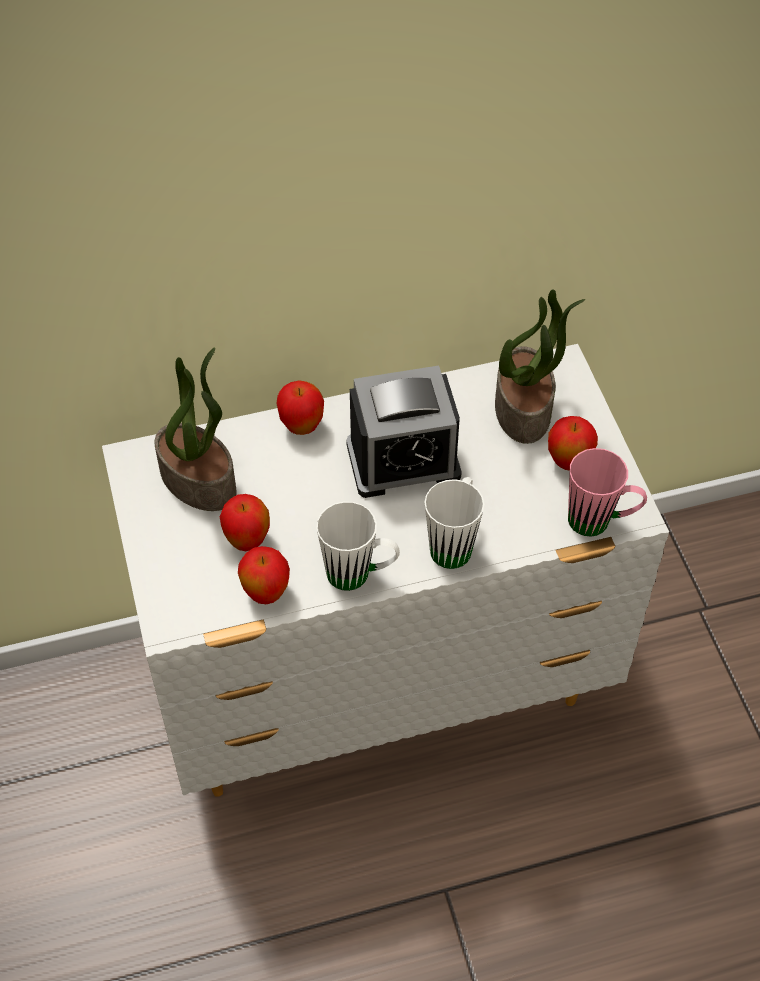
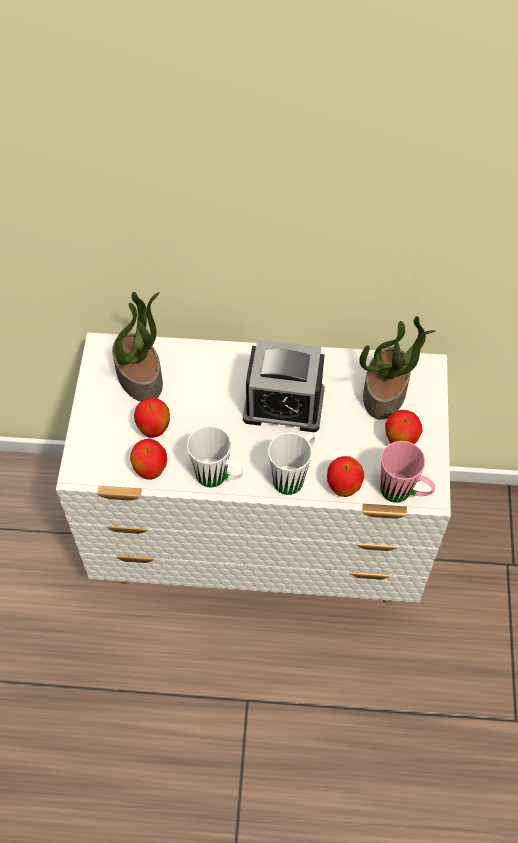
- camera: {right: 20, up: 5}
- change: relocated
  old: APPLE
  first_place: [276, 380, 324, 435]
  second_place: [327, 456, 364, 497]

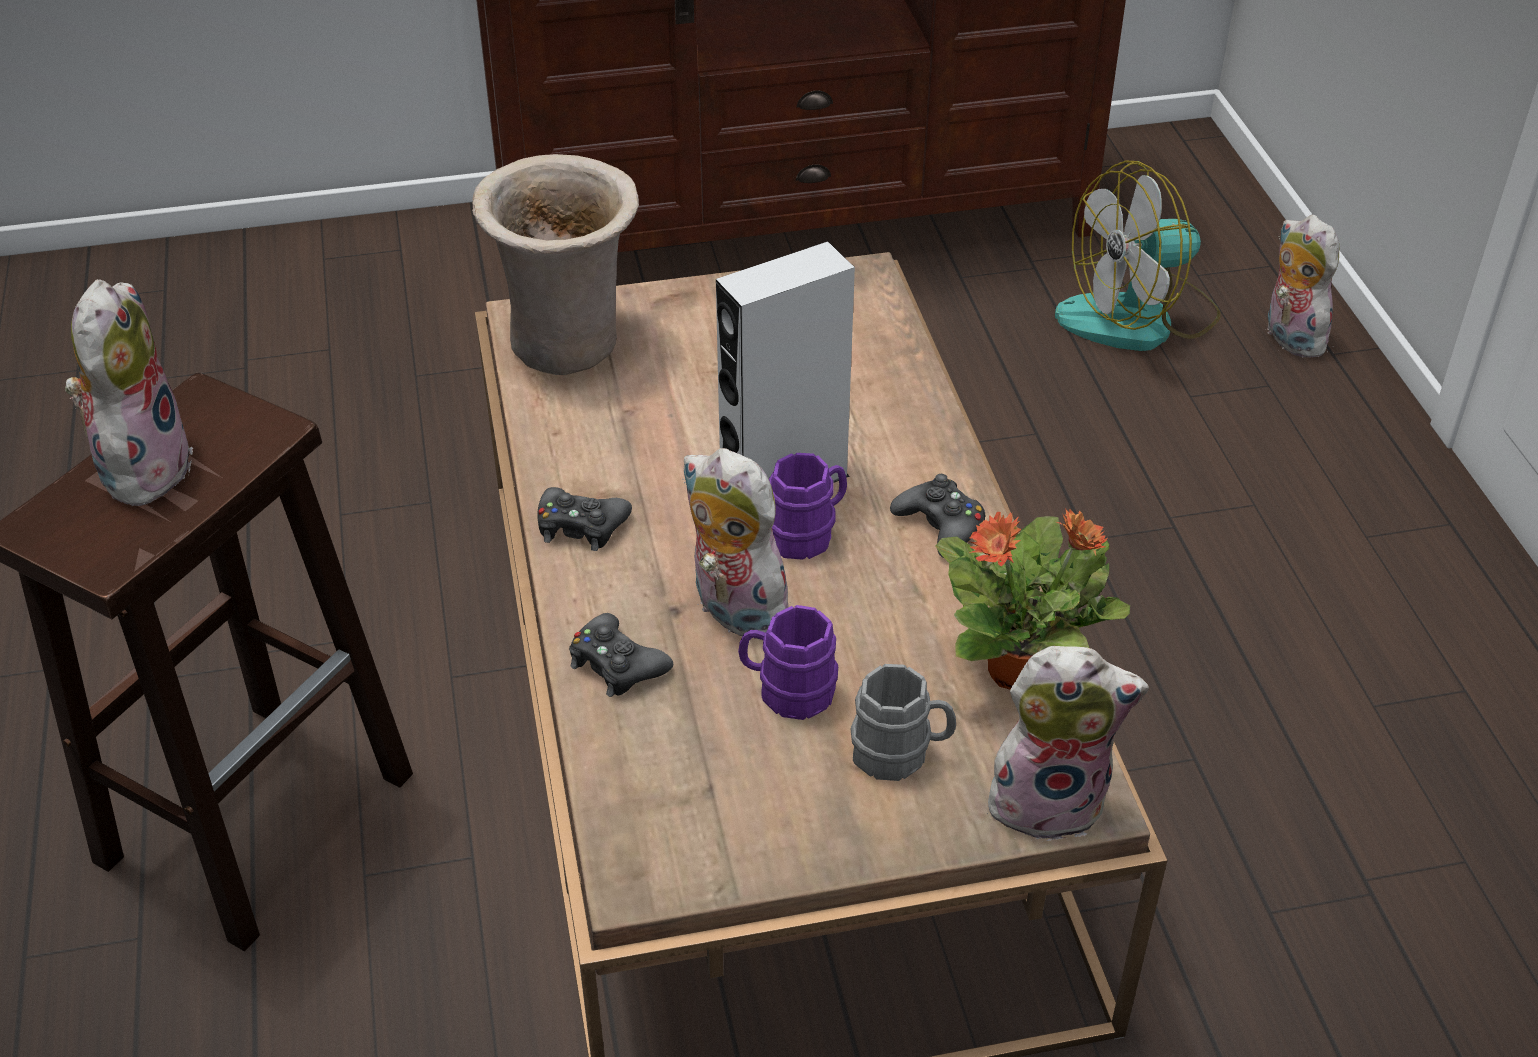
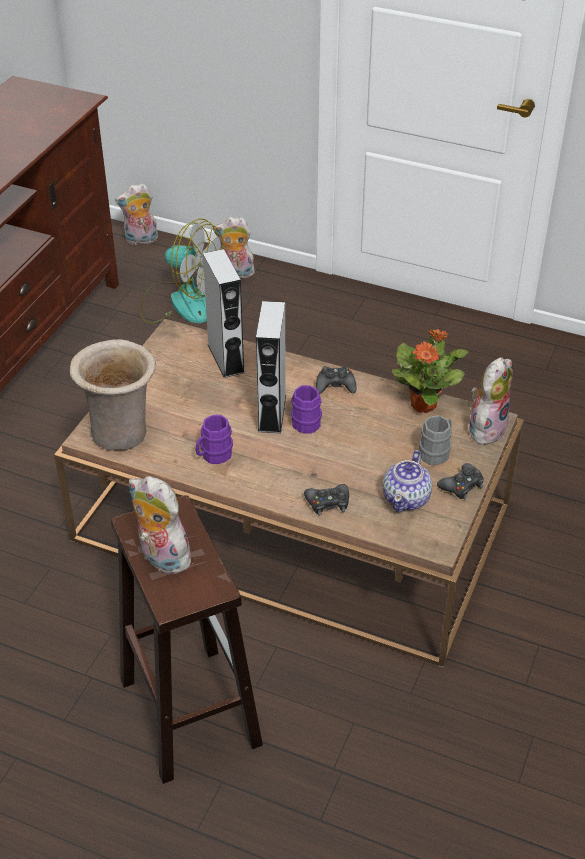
- camera: {right: -55, up: 0}
- change: appeared
  new: GREY SPEAKER
  second_place: [203, 249, 245, 378]
- change: appeared
  new: TEAPOT
  second_place: [383, 450, 432, 512]
- change: relocated
  old: BLACK GAME CONTROLLER
  first_place: [537, 487, 632, 551]
  second_place: [437, 463, 484, 500]
- change: relocated
  old: PLUSH TOY
  first_place: [682, 448, 789, 639]
  second_place: [115, 183, 158, 245]
- change: relocated
  old: PURPLE MUG
  first_place: [738, 605, 838, 720]
  second_place: [196, 415, 233, 464]
- change: spun
  old: FAN
  first_place: [1055, 160, 1221, 351]
  second_place: [139, 218, 225, 324]
  degrees: -75

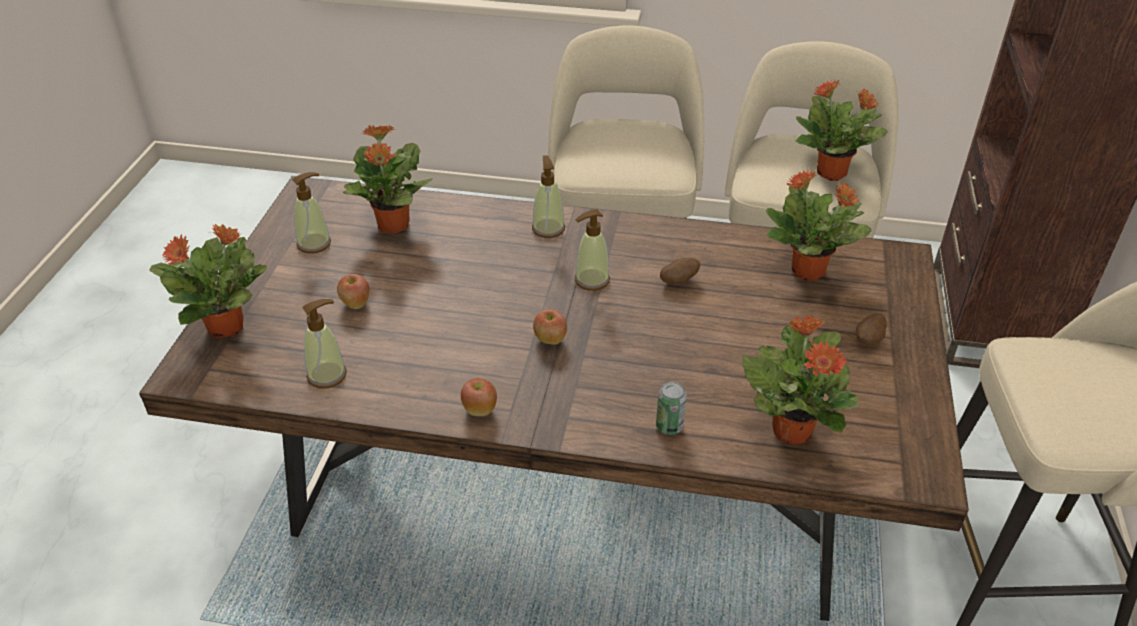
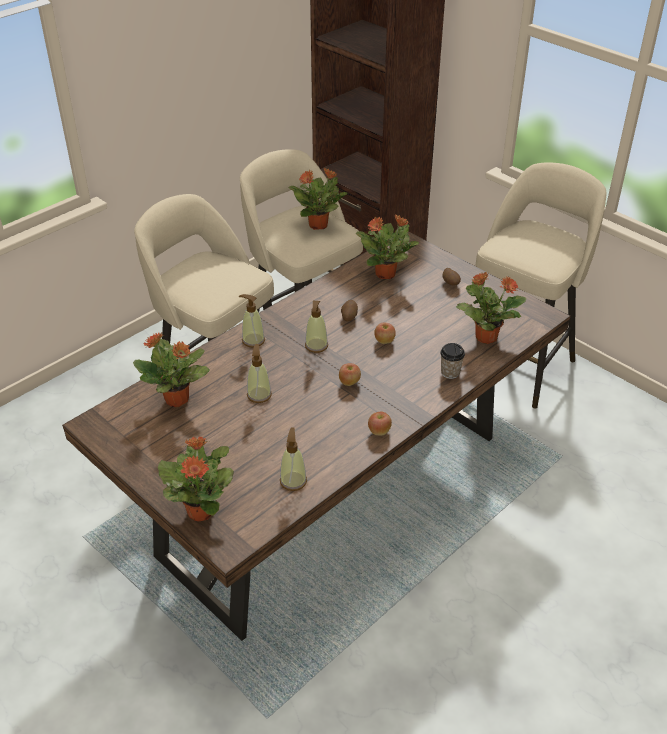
- camera: {right: -55, up: 0}
- change: relocated
  old: SOAP DISPENSER
  first_place: [292, 172, 331, 254]
  second_place: [247, 344, 272, 403]
- change: relocated
  old: APPLE
  first_place: [337, 274, 370, 309]
  second_place: [374, 322, 396, 344]
- change: exchanged
  old: CAN
  new: CUP
  first_place: [656, 382, 687, 435]
  second_place: [440, 343, 465, 379]

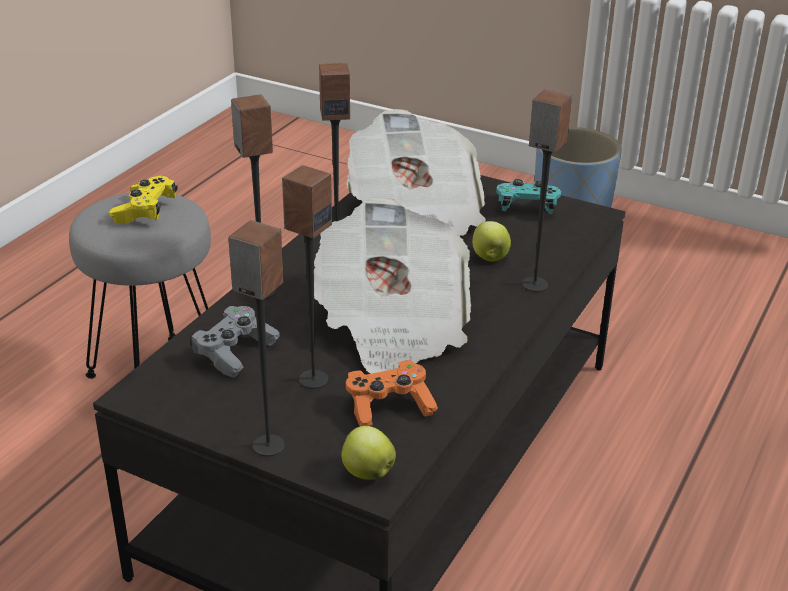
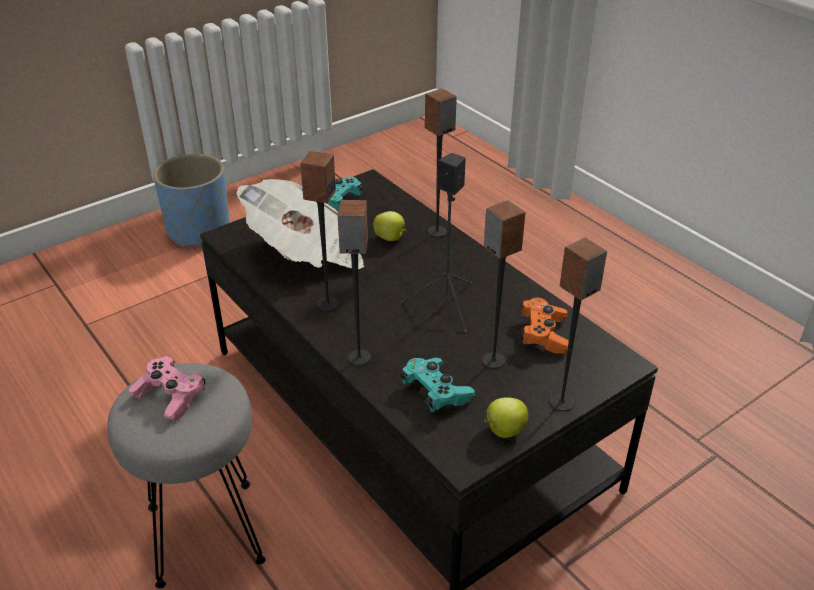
- camera: {right: -65, up: 5}
- change: relocated
  old: APPLE
  first_place: [341, 426, 396, 480]
  second_place: [484, 397, 529, 438]
- change: exchanged
  old: NEWSPAPER
  new: BLACK SPEAKER
  first_place: [314, 198, 471, 374]
  second_place: [401, 153, 472, 333]
- change: colour
  old: YELLOW GAME CONTROLLER
  new: PINK GAME CONTROLLER
  first_place: [109, 176, 177, 224]
  second_place: [129, 356, 205, 422]
- change: colour
  old: GREY GAME CONTROLLER
  new: TURQUOISE GAME CONTROLLER
  first_place: [190, 306, 280, 378]
  second_place: [400, 358, 475, 412]

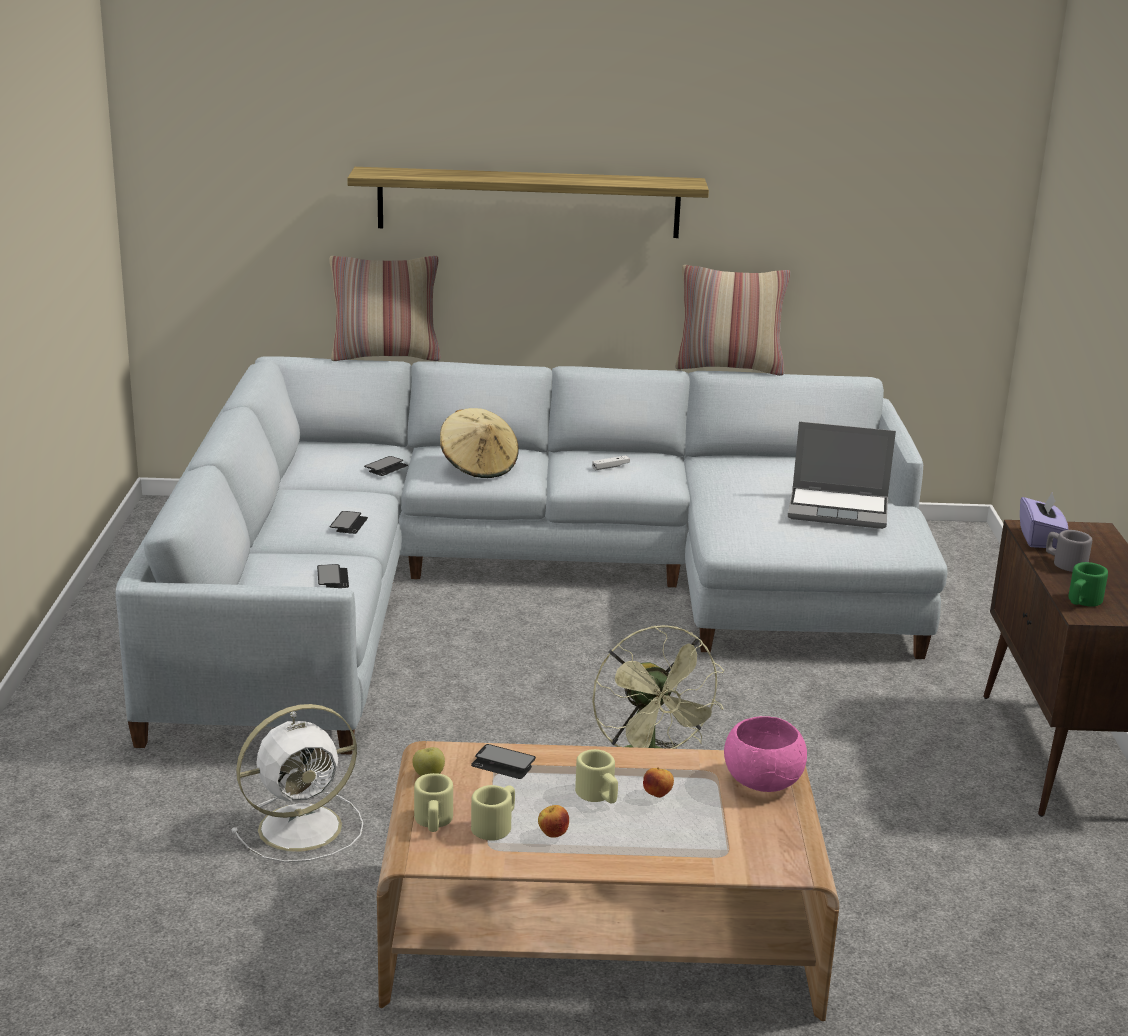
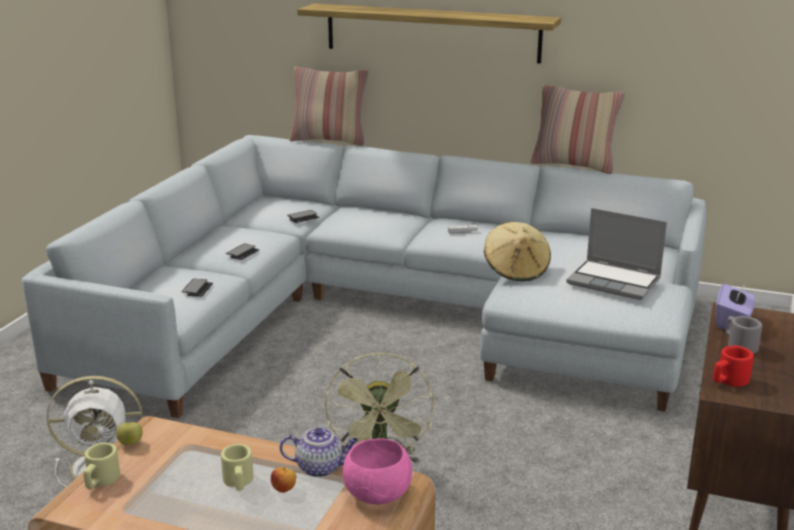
- camera: {right: 20, up: 0}
- change: missing
  old: PHONE
  first_place: [471, 744, 536, 779]
- change: missing
  old: BEIGE MUG
  first_place: [471, 785, 515, 841]
- change: missing
  old: APPLE
  first_place: [538, 805, 569, 838]
- change: appeared
  new: TEAPOT
  second_place: [280, 427, 358, 477]
- change: relocated
  old: BEIGE HAT
  first_place: [440, 408, 519, 478]
  second_place: [484, 222, 551, 281]
- change: colour
  old: GREEN MUG
  new: RED MUG
  first_place: [1068, 562, 1108, 607]
  second_place: [713, 346, 754, 387]

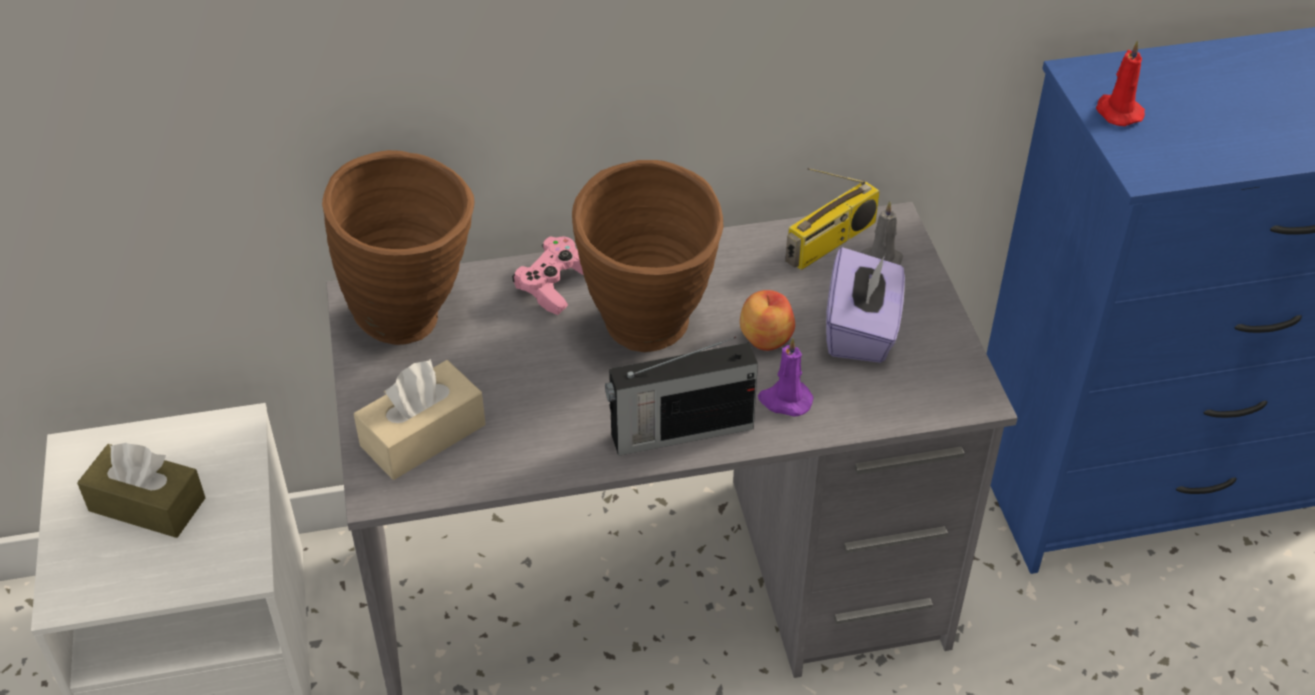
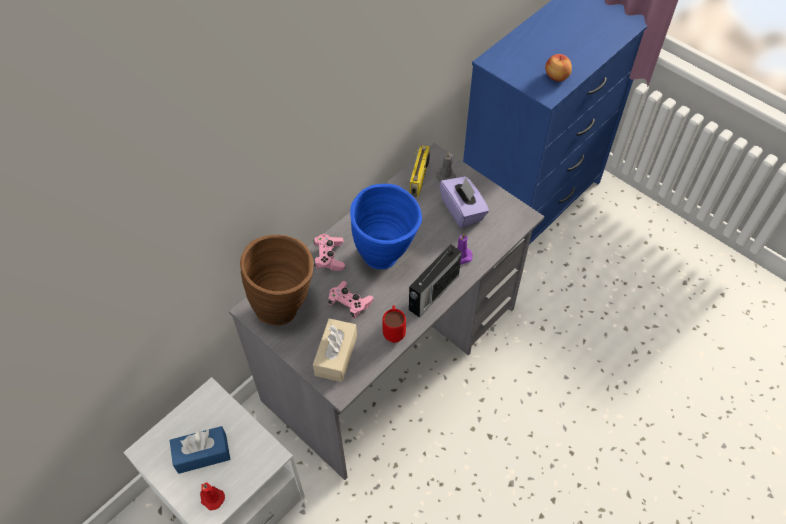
- camera: {right: -35, up: 10}
- change: appeared
  new: PINK GAME CONTROLLER
  second_place: [328, 281, 374, 319]
- change: appeared
  new: RED MUG
  second_place: [382, 305, 406, 343]
- change: relocated
  old: APPLE
  first_place: [740, 290, 795, 351]
  second_place: [545, 54, 572, 82]
- change: relocated
  old: RED CANDLE
  first_place: [1096, 40, 1145, 126]
  second_place: [200, 482, 225, 510]
- change: colour
  old: BROWN TISSUE BOX
  new: BLUE TISSUE BOX
  first_place: [77, 443, 205, 538]
  second_place: [170, 426, 230, 474]
- change: colour
  old: BROWN VASE
  new: BLUE VASE
  first_place: [572, 160, 723, 352]
  second_place: [350, 184, 422, 269]

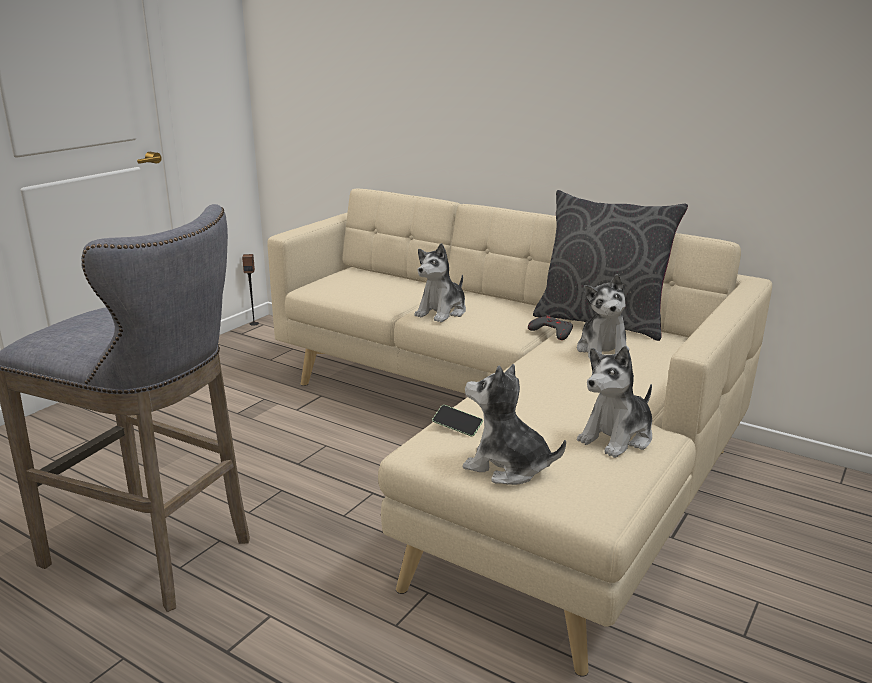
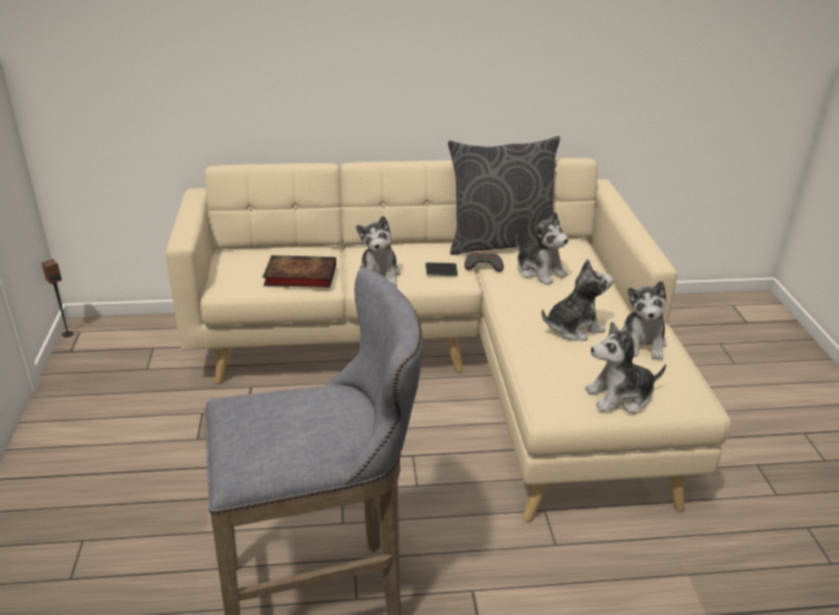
- camera: {right: -40, up: 10}
- change: appeared
  new: BOOK
  second_place: [263, 255, 336, 288]
- change: appeared
  new: PLUSH TOY
  second_place: [541, 259, 613, 341]
- change: relocated
  old: PHONE
  first_place: [432, 405, 483, 437]
  second_place: [425, 262, 458, 276]

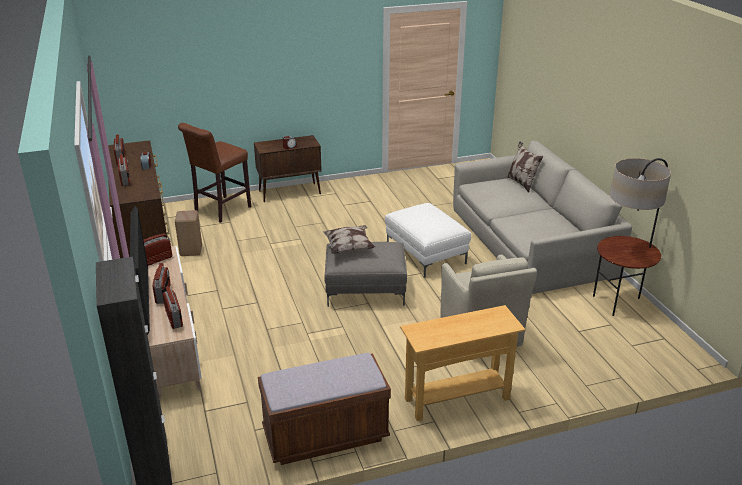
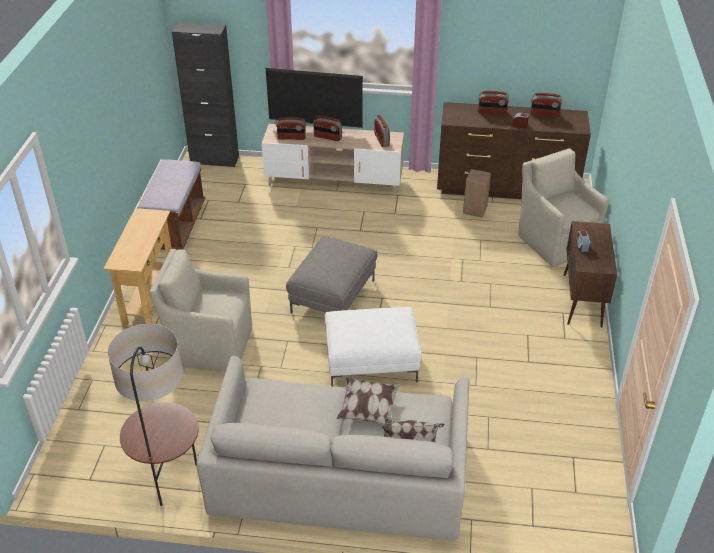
- camera: {right: 115, up: 10}
- change: relocated
  old: PILLOW
  first_place: [322, 225, 376, 254]
  second_place: [337, 377, 400, 424]
- change: exchanged
  old: BROWN STOOL
  new: BEIGE ARMCHAIR
  first_place: [178, 123, 251, 223]
  second_place: [518, 148, 609, 267]

